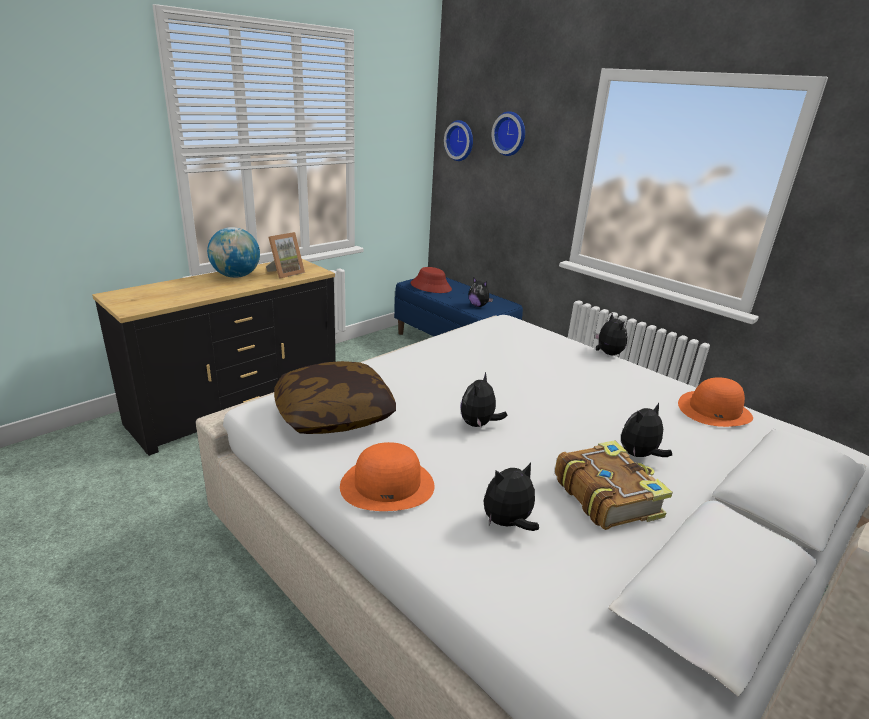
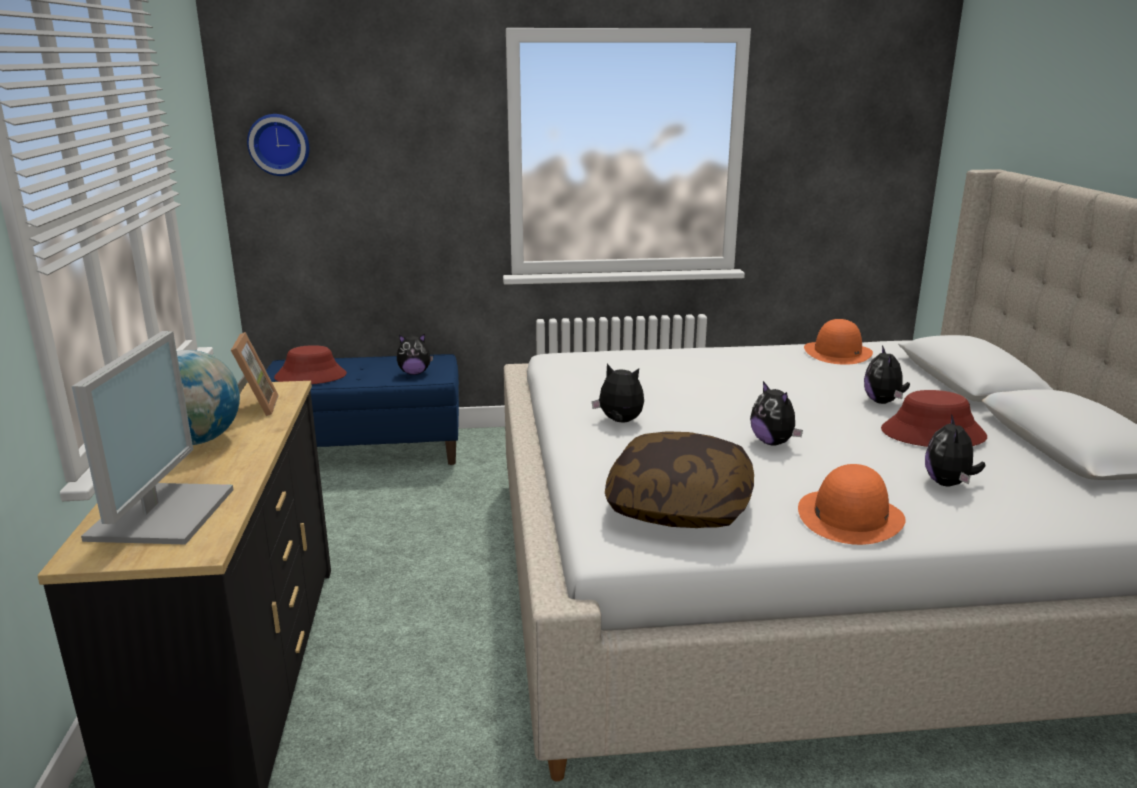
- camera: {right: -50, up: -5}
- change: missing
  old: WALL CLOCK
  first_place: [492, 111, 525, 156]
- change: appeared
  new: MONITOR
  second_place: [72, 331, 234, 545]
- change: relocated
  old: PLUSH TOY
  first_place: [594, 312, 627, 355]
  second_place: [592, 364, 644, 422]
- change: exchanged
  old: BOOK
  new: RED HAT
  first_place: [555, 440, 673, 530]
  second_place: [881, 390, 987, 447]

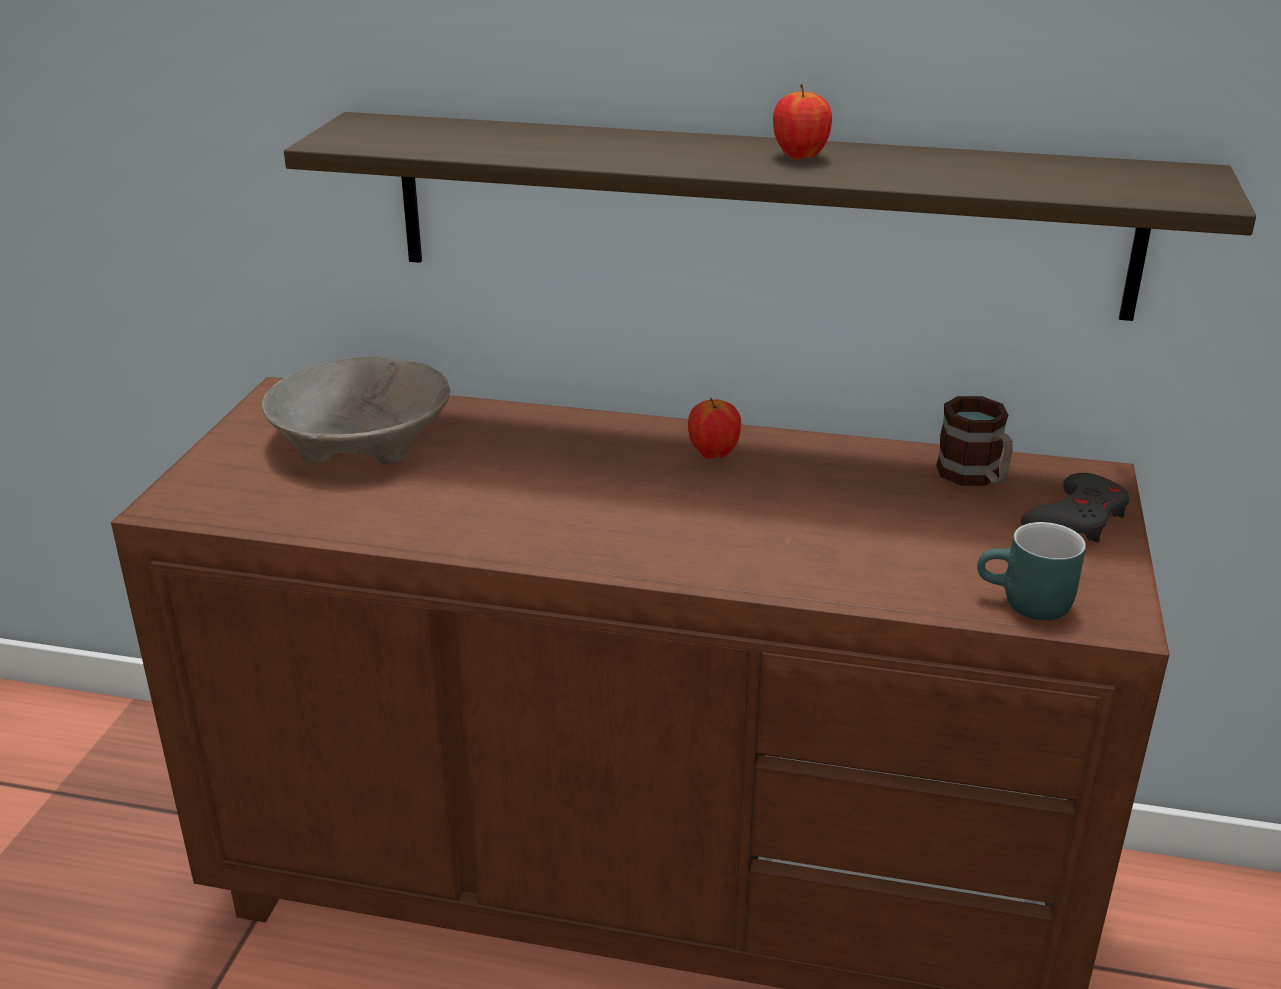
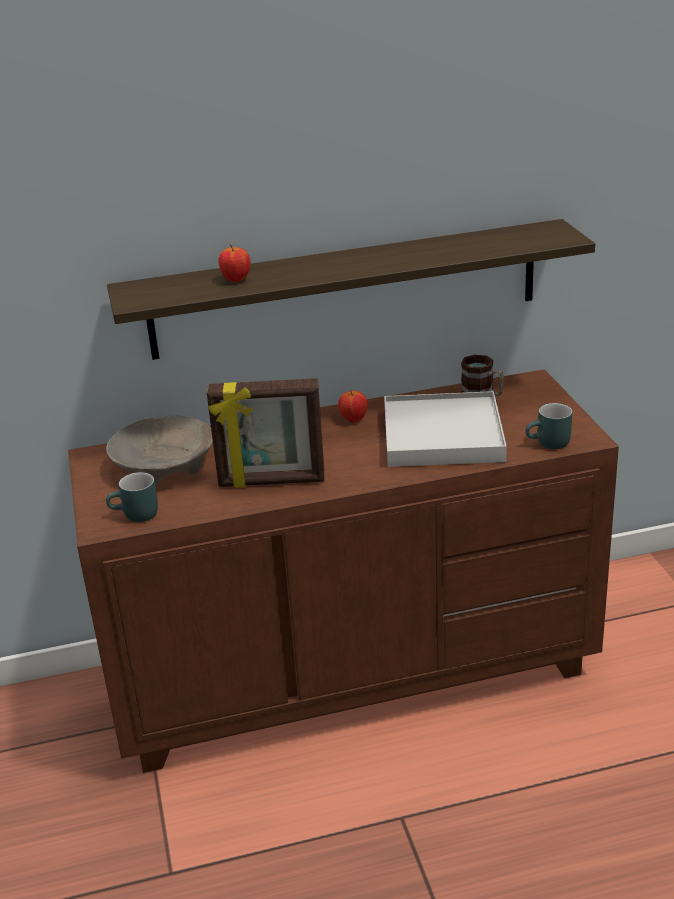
- camera: {right: -25, up: 0}
- change: missing
  old: GREY GAME CONTROLLER
  first_place: [1021, 473, 1130, 542]
- change: appeared
  new: TURQUOISE MUG
  second_place: [106, 472, 158, 522]
- change: appeared
  new: PICTURE FRAME
  second_place: [207, 378, 325, 488]
- change: appeared
  new: WHITE TRAY
  second_place: [384, 391, 507, 467]
- change: relocated
  old: APPLE
  first_place: [773, 84, 832, 160]
  second_place: [218, 244, 250, 283]

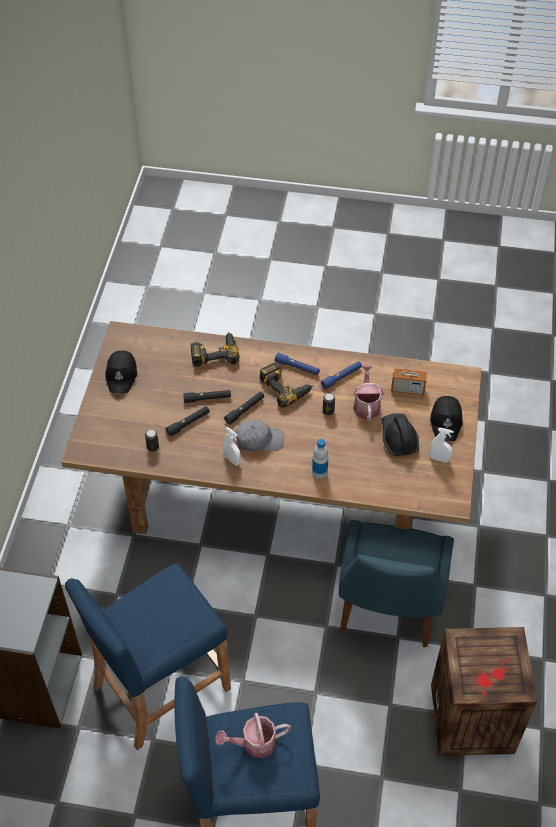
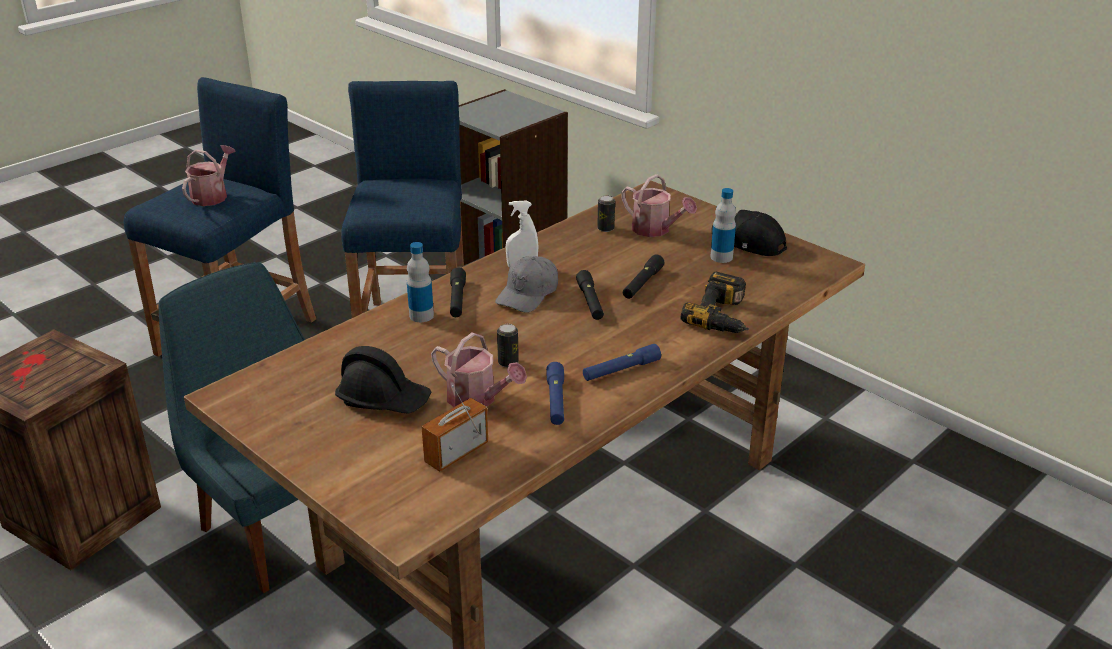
- camera: {right: 125, up: -20}
- change: missing
  old: POWER DRILL
  first_place: [259, 362, 313, 408]
- change: missing
  old: BLACK CAP
  first_place: [430, 396, 463, 441]
- change: missing
  old: WHITE SPRAY BOTTLE
  first_place: [430, 428, 454, 463]
- change: appeared
  new: WATERING CAN
  second_place: [621, 174, 697, 237]
- change: appeared
  new: BOTTLE
  second_place: [710, 188, 736, 263]
- change: relocated
  old: BLACK FLASHLIGHT
  first_place: [166, 406, 210, 437]
  second_place: [450, 267, 466, 317]

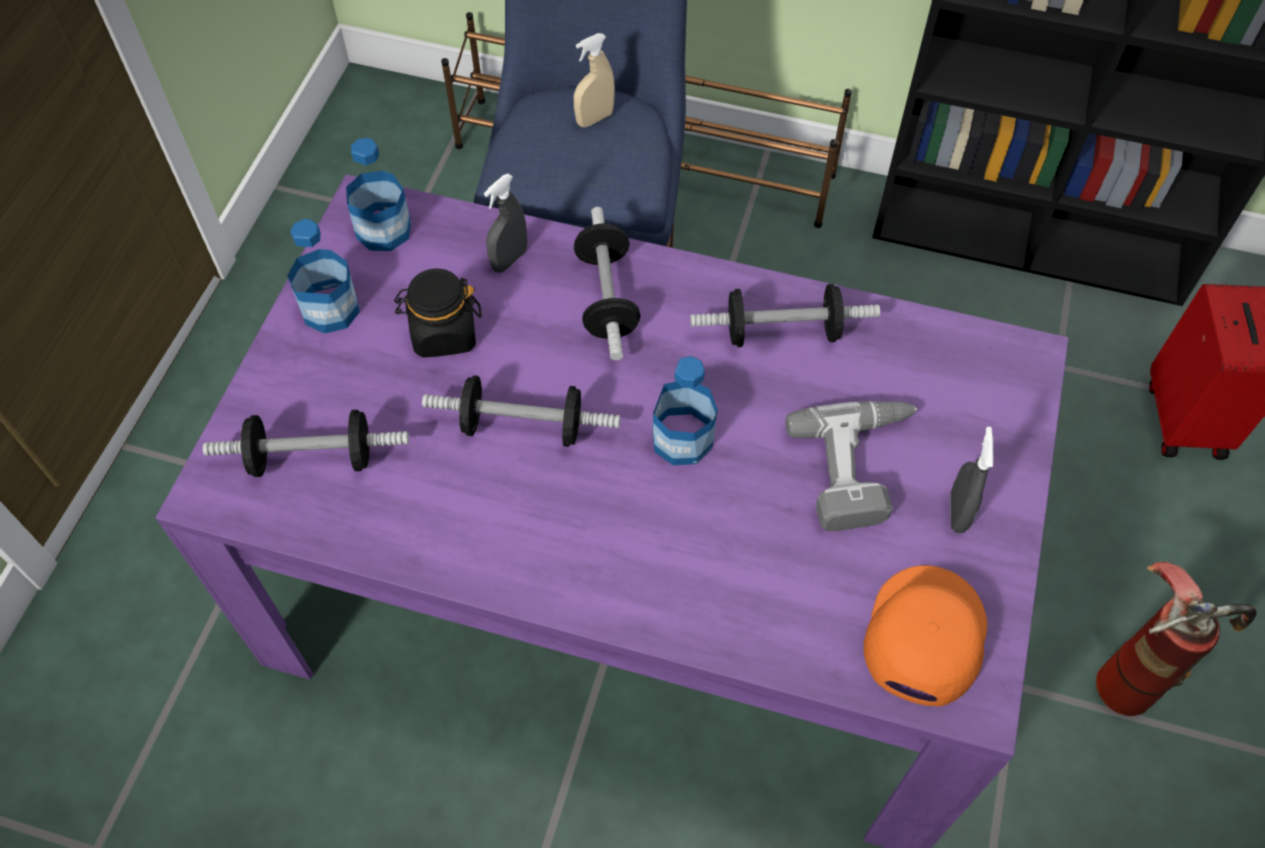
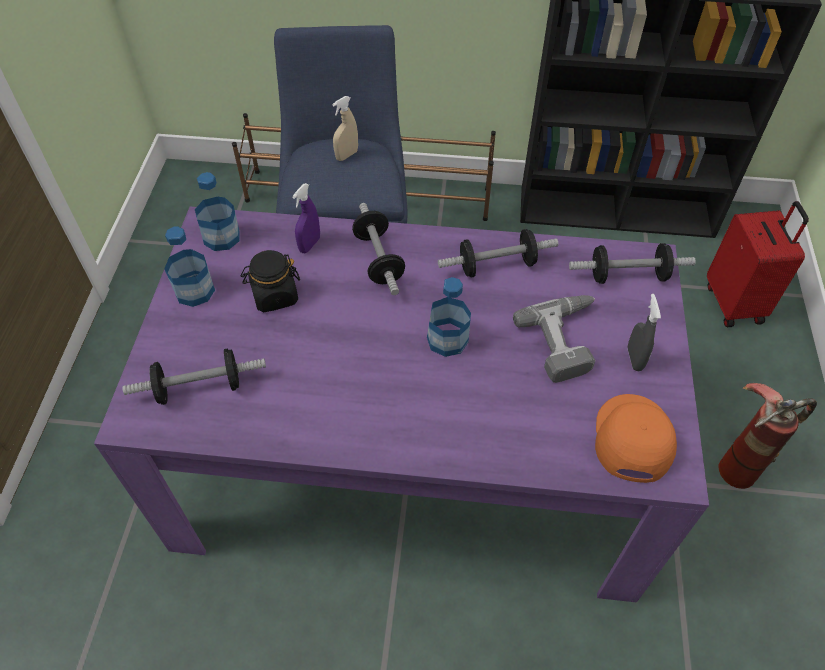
- camera: {right: -10, up: -5}
- change: relocated
  old: DUMBBELL
  first_place: [422, 375, 620, 447]
  second_place: [569, 243, 696, 284]
- change: colour
  old: GREY SPRAY BOTTLE
  new: PURPLE SPRAY BOTTLE
  first_place: [484, 174, 527, 273]
  second_place: [292, 183, 320, 253]

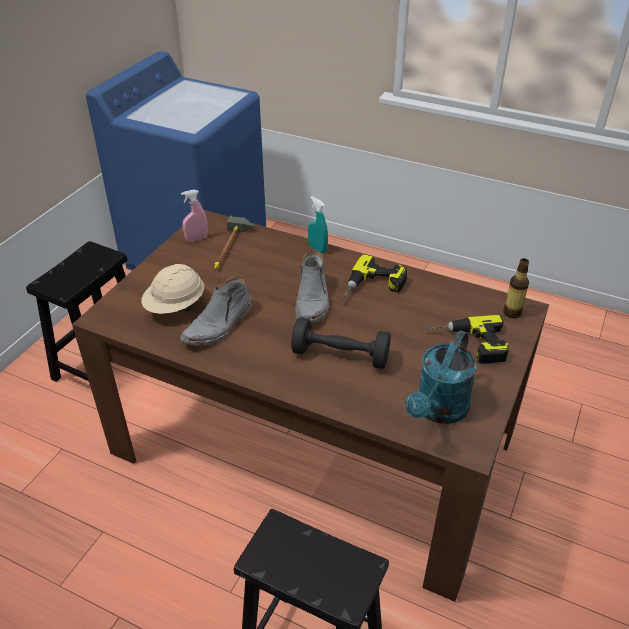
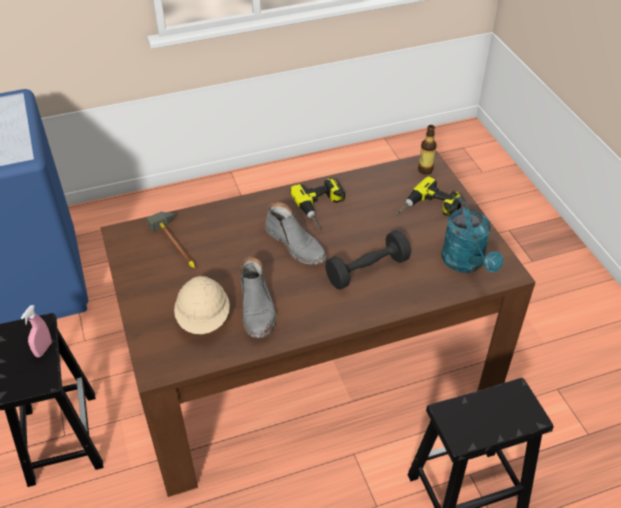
- camera: {right: -45, up: 5}
- change: missing
  old: TURQUOISE SPRAY BOTTLE
  first_place: [308, 196, 328, 254]
- change: relocated
  old: PINK SPRAY BOTTLE
  first_place: [181, 190, 208, 242]
  second_place: [21, 305, 52, 357]

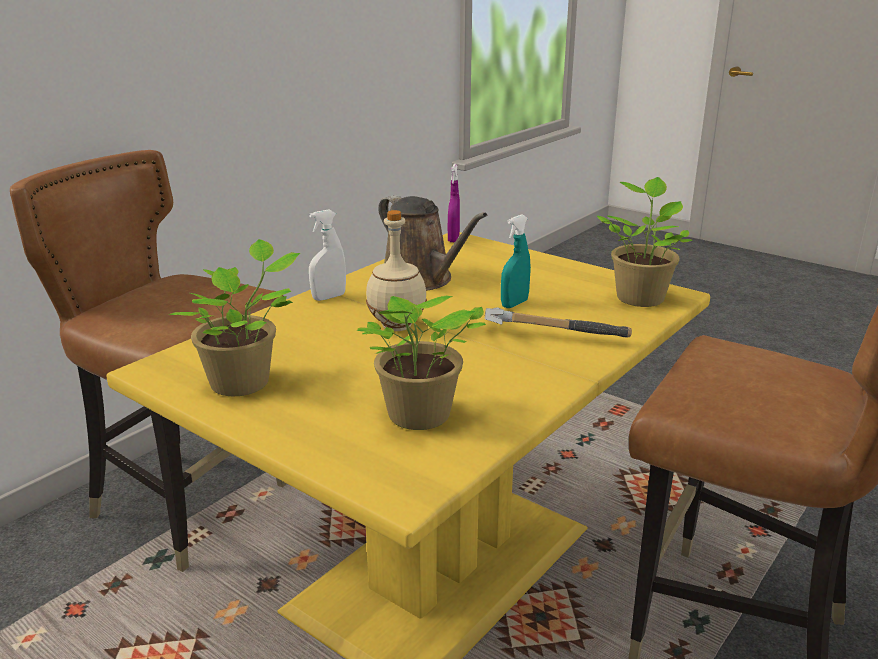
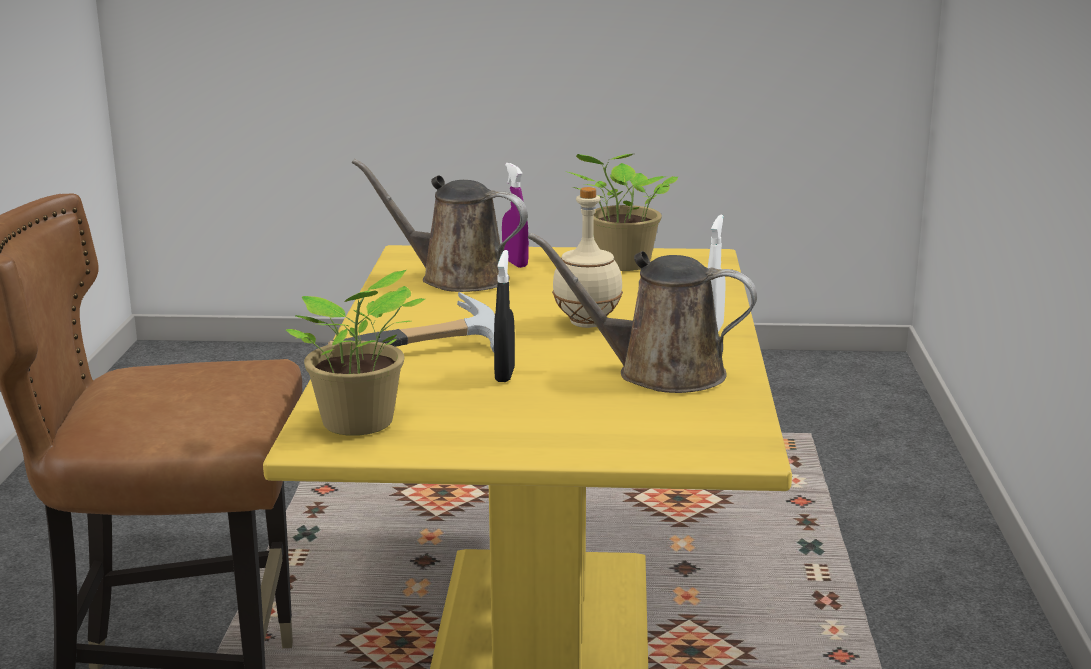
- camera: {right: 145, up: -5}
- change: missing
  old: BROWN CHAIR
  first_place: [10, 150, 287, 572]
- change: relocated
  old: PURPLE SPRAY BOTTLE
  first_place: [448, 164, 460, 242]
  second_place: [502, 163, 529, 268]
- change: exchanged
  old: POTTED PLANT
  new: BROWN WATERING CAN
  first_place: [357, 295, 486, 430]
  second_place: [352, 159, 528, 292]
- change: colour
  old: TURQUOISE SPRAY BOTTLE
  new: BLACK SPRAY BOTTLE
  first_place: [501, 214, 531, 308]
  second_place: [494, 250, 515, 382]

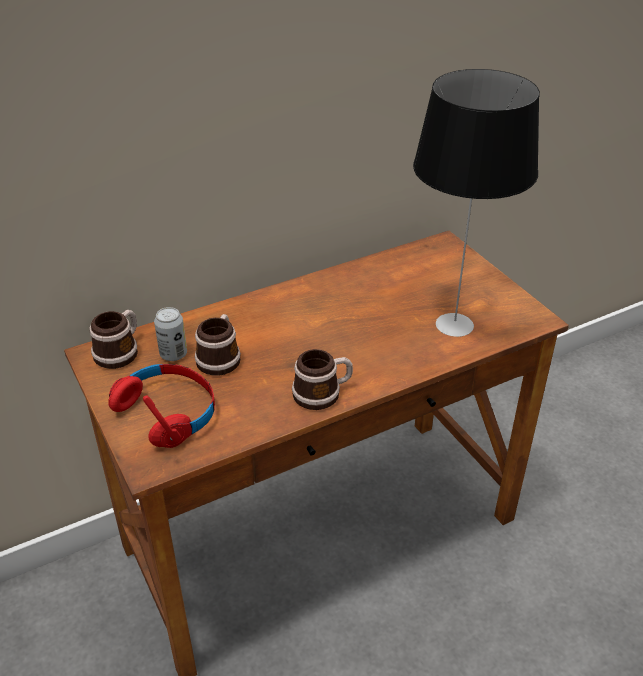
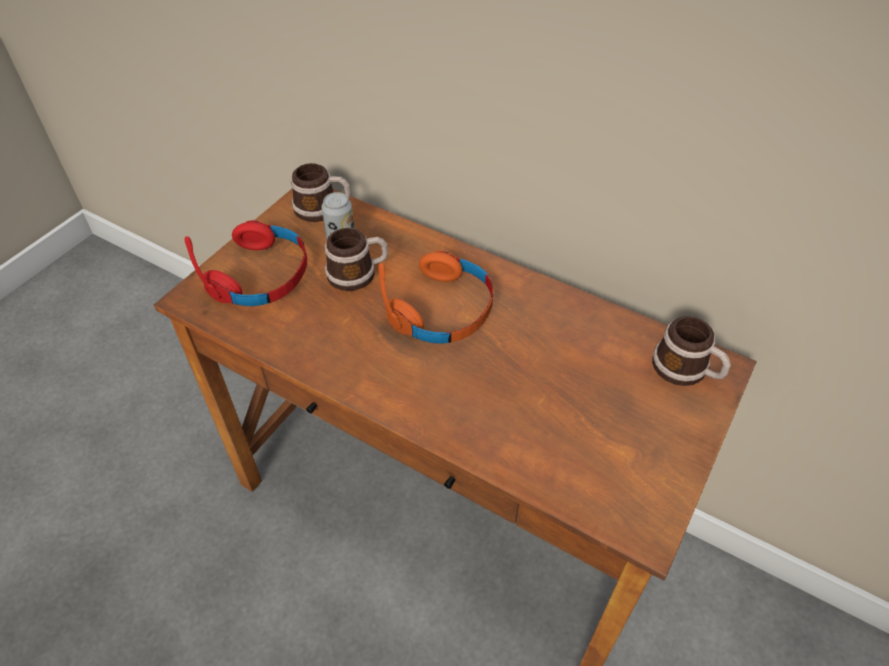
- camera: {right: 60, up: 10}
- change: missing
  old: TABLE LAMP
  first_place: [413, 69, 540, 337]
- change: appeared
  new: ORANGE HEADPHONES
  second_place: [378, 250, 494, 344]
- change: relocated
  old: MUG
  first_place: [292, 349, 353, 410]
  second_place: [652, 316, 731, 386]

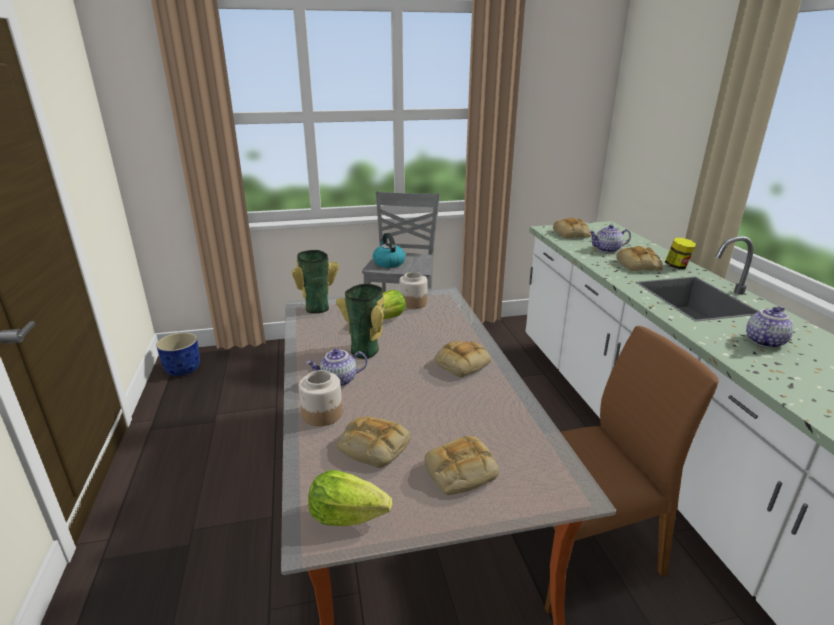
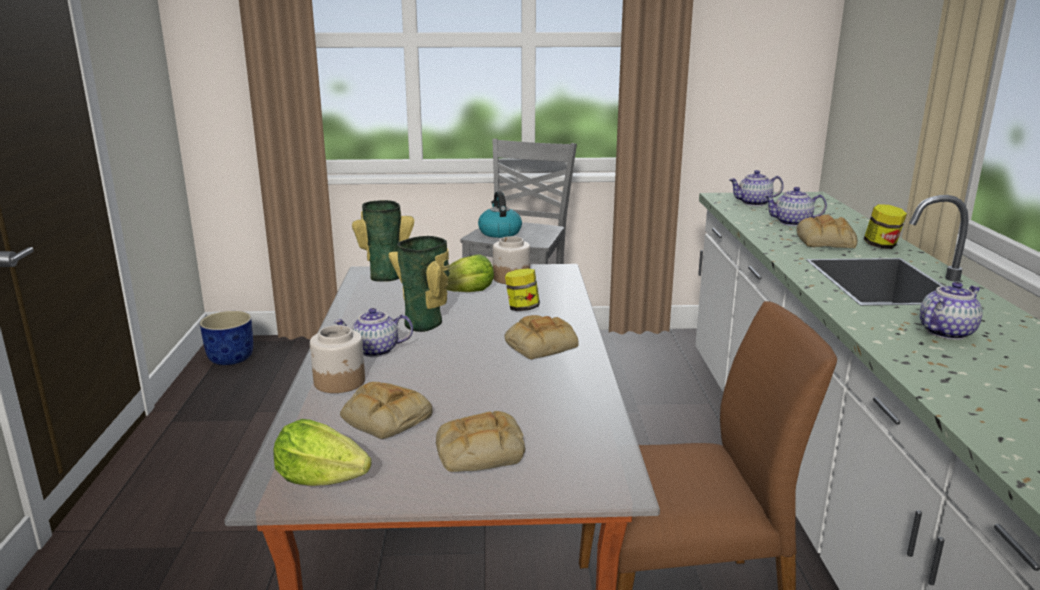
- camera: {right: 10, up: -5}
- change: appeared
  new: JAR
  second_place: [505, 268, 540, 311]
- change: exchanged
  old: BREAD
  new: TEAPOT
  first_place: [553, 217, 591, 238]
  second_place: [729, 170, 784, 206]

